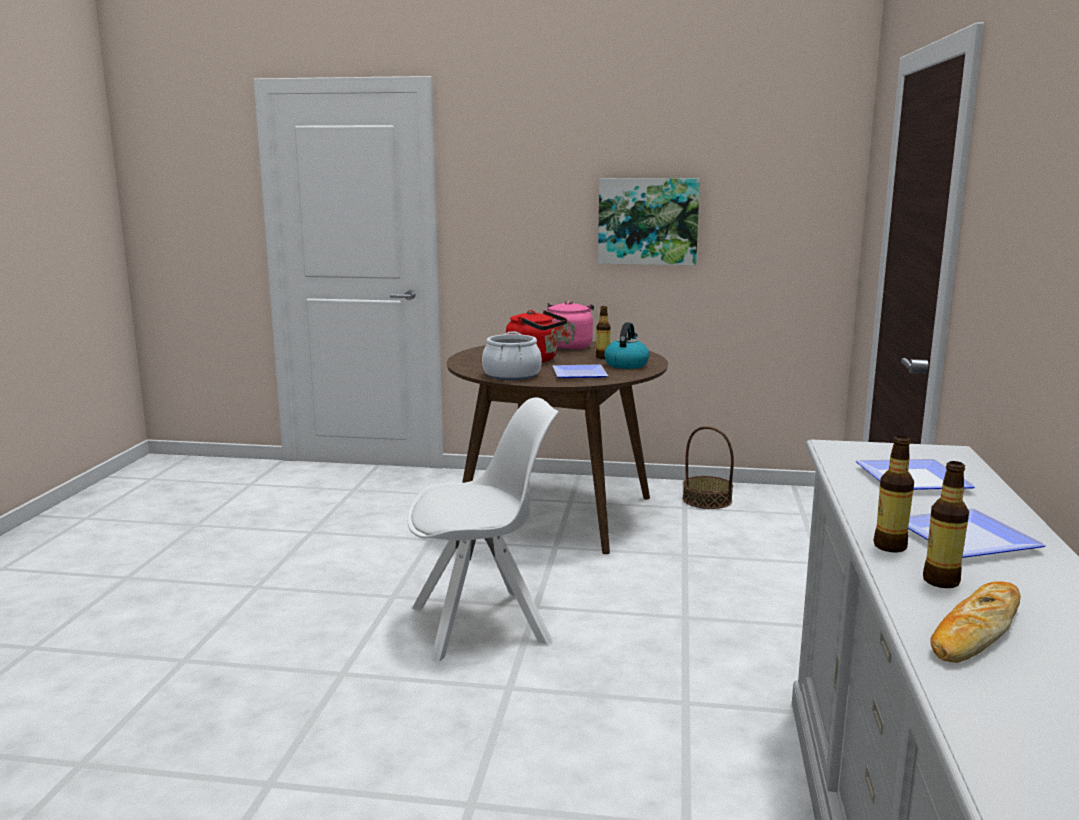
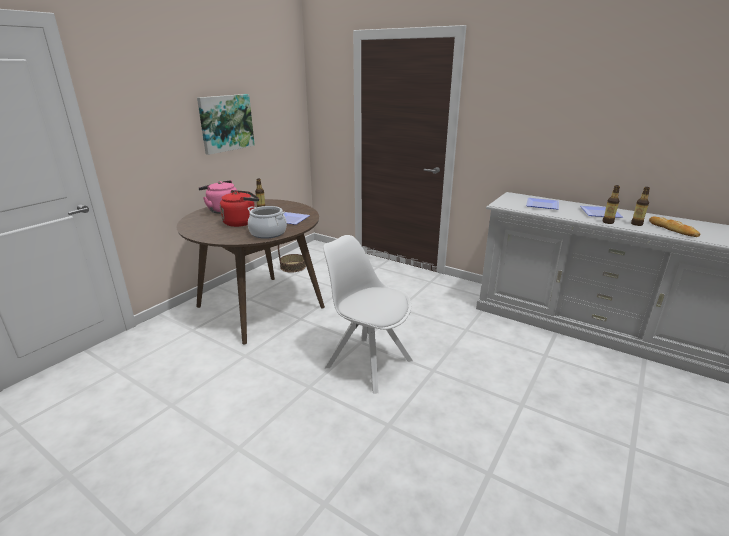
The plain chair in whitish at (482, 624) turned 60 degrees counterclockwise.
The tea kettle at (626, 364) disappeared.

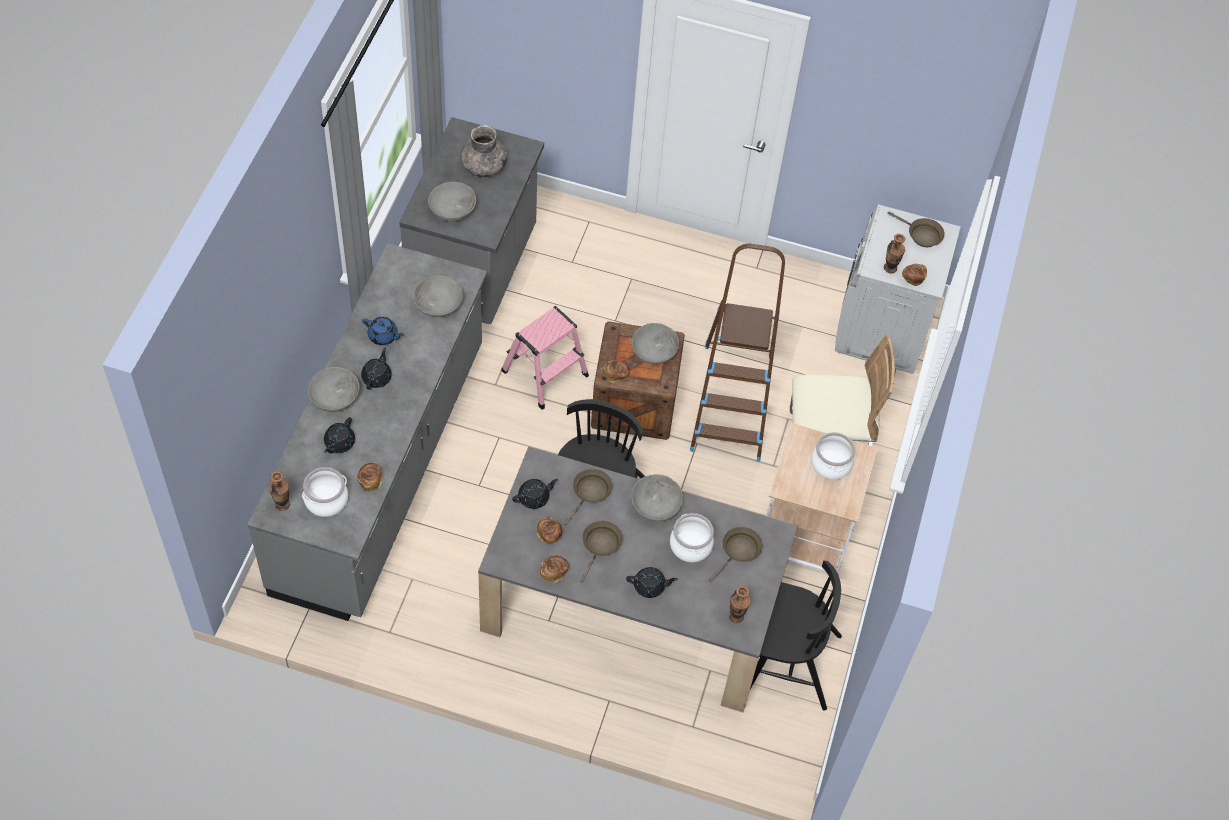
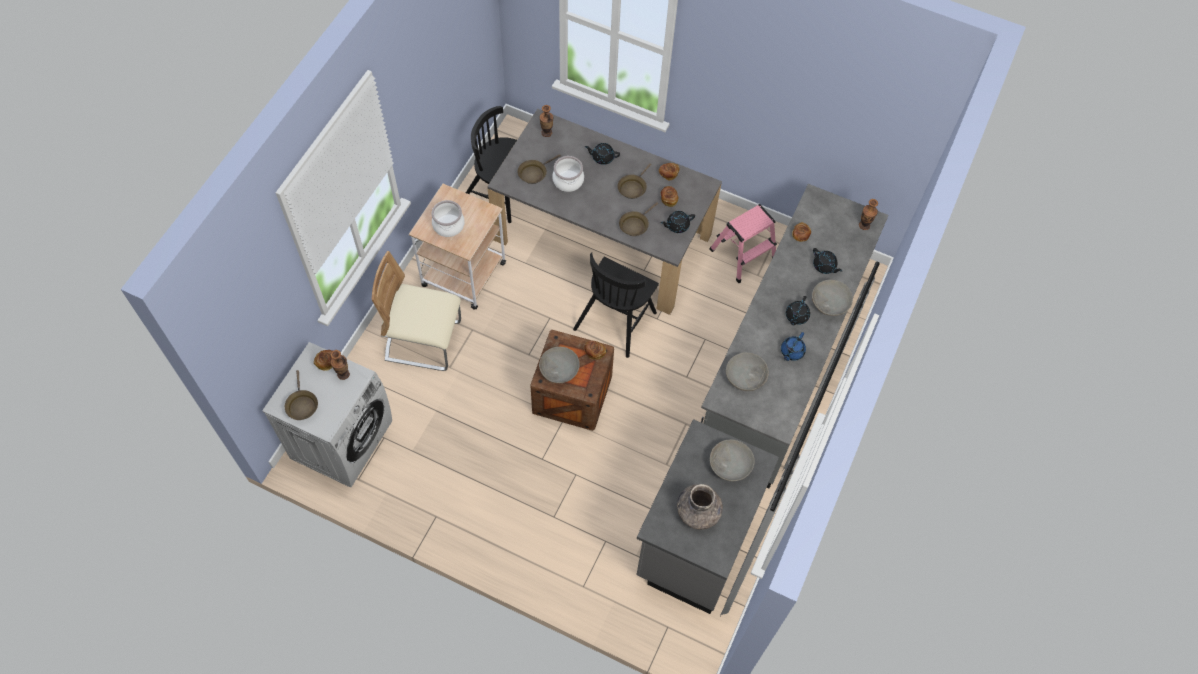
The pan in brown at (921, 235) turned 150 degrees counterclockwise.
The step stool in pink moved from (545, 372) to (742, 254).
The tea pot in blue at (383, 336) turned 90 degrees counterclockwise.
The tea pot in black at (339, 443) turned 105 degrees clockwise.
The saucepot at (326, 499) disappeared.
The serving bowl in gray at (655, 504) disappeared.
The step stool in brown at (732, 402) disappeared.

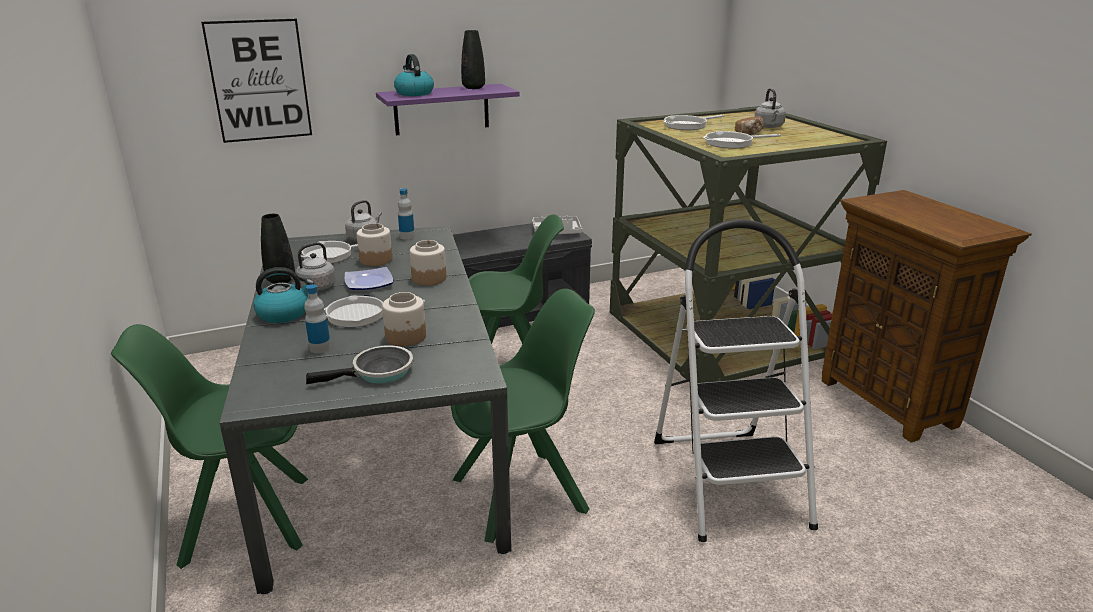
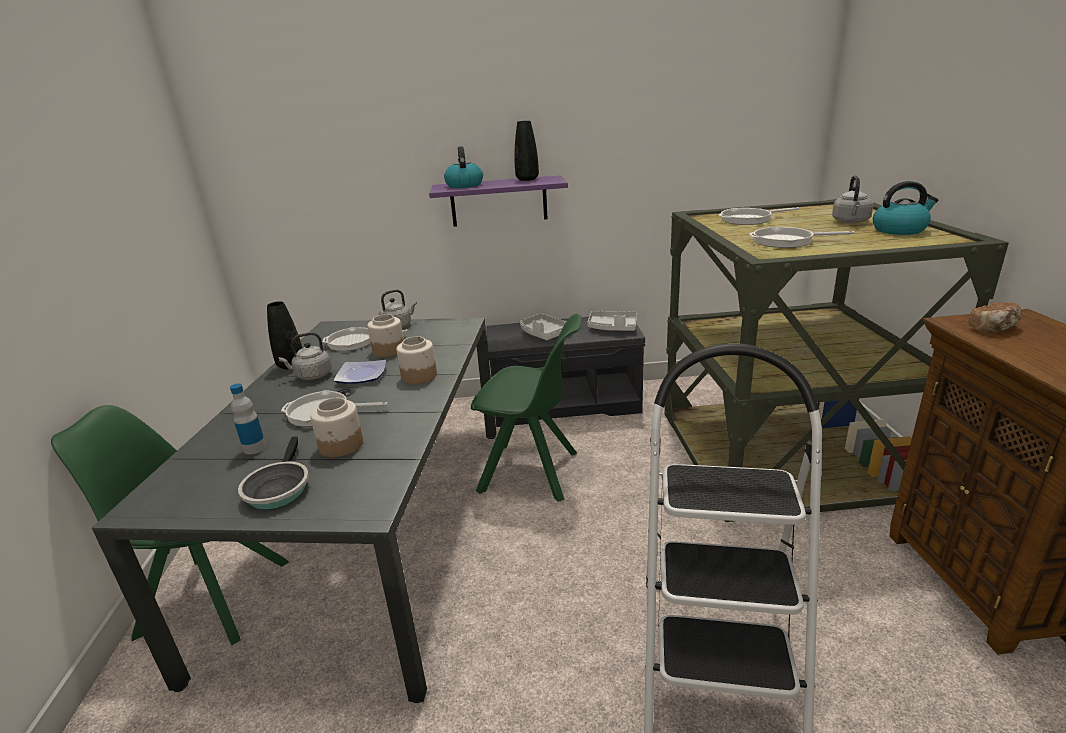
The pan at (378, 373) turned 90 degrees clockwise.
The serving tray in gray at (544, 333) appeared.
The tea kettle moved from (284, 313) to (899, 230).
The bread moved from (749, 133) to (993, 328).
The picture at (259, 81) disappeared.
The bottle at (407, 237) disappeared.
The plain chair in green at (522, 494) disappeared.

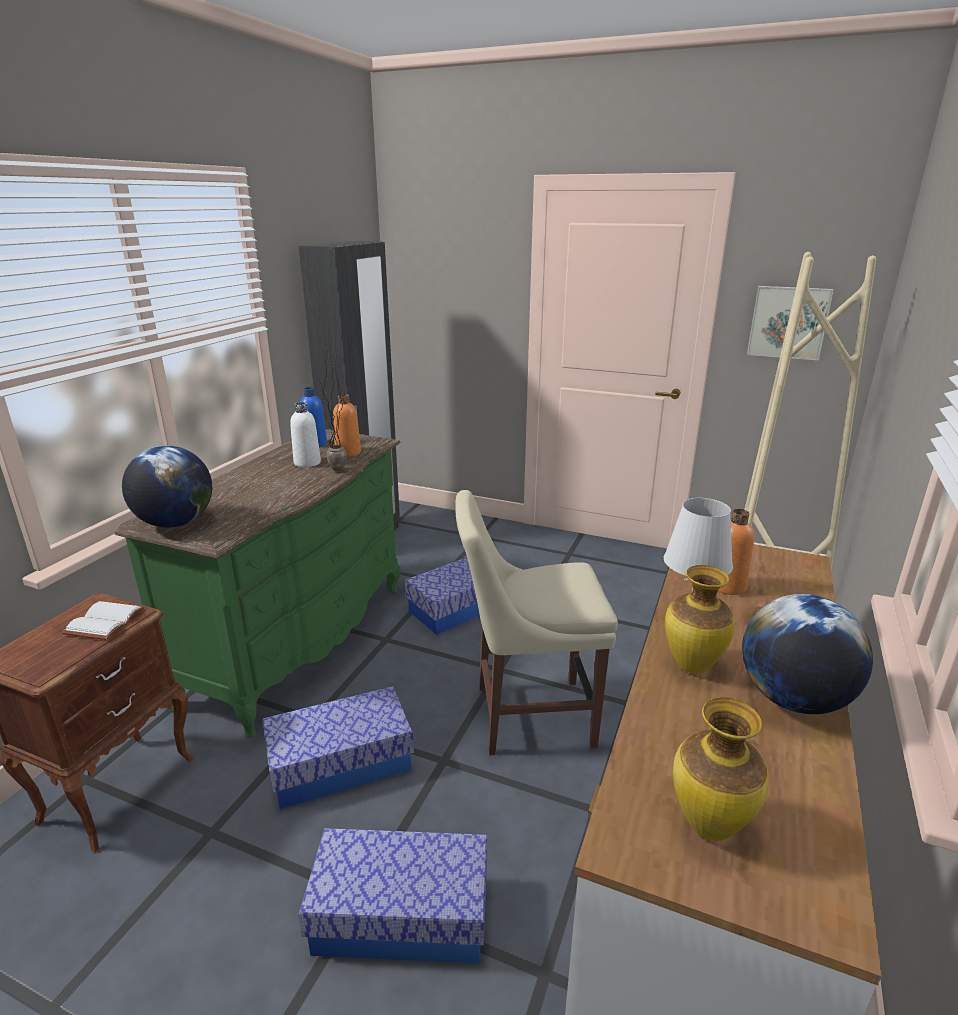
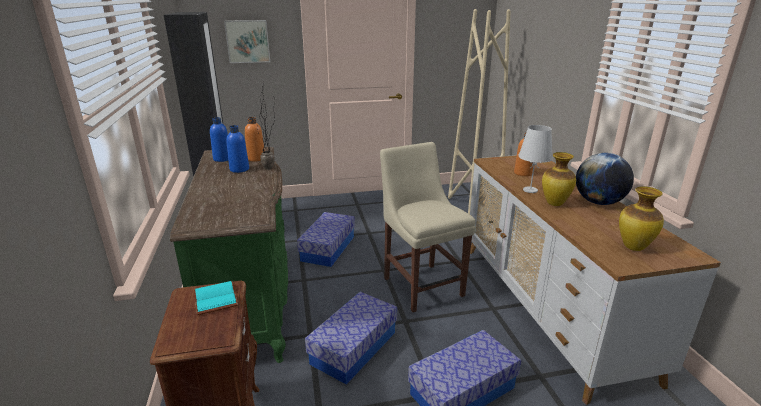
The book in whitish at (104, 621) became the book in blue-green at (214, 298).
The picture moved from (788, 322) to (248, 41).
The bottle in whitish at (307, 463) became the bottle in blue at (239, 169).
The plain chair in beige at (527, 715) turned 105 degrees clockwise.
The desk globe at (175, 523) disappeared.

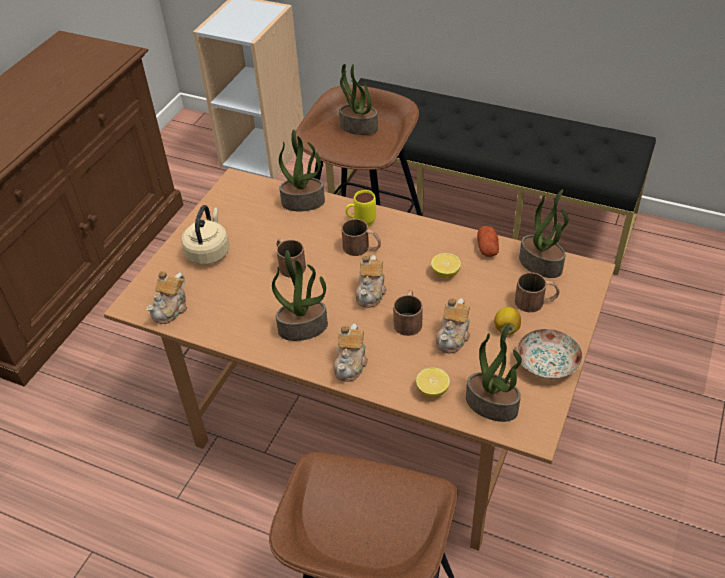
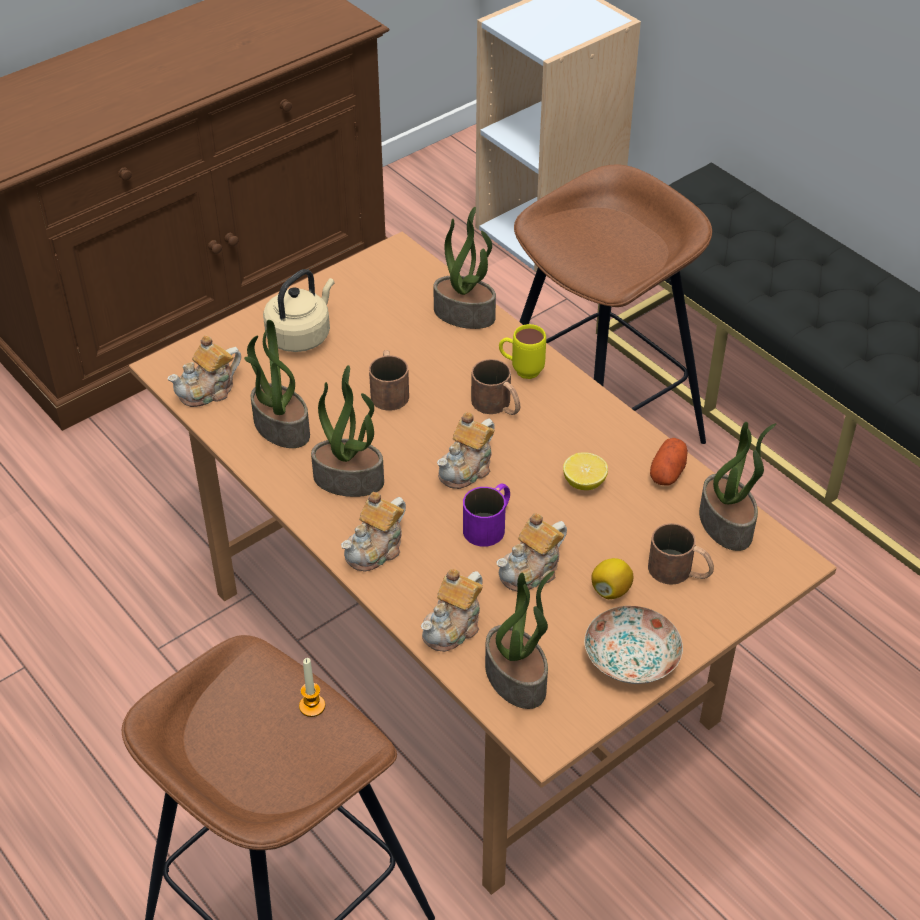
The plant in a pot moved from (358, 127) to (280, 428).
The wax candle at (312, 706) appeared.
The lemon at (432, 390) was replaced by the tea pot at (453, 627).
The coffee mug in brown at (408, 319) became the coffee mug in purplish at (490, 523).

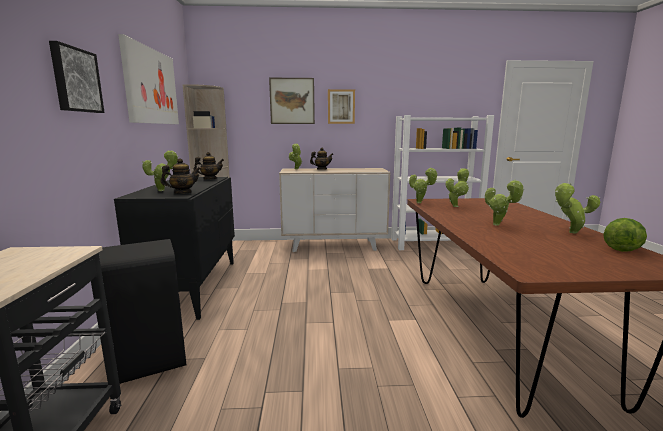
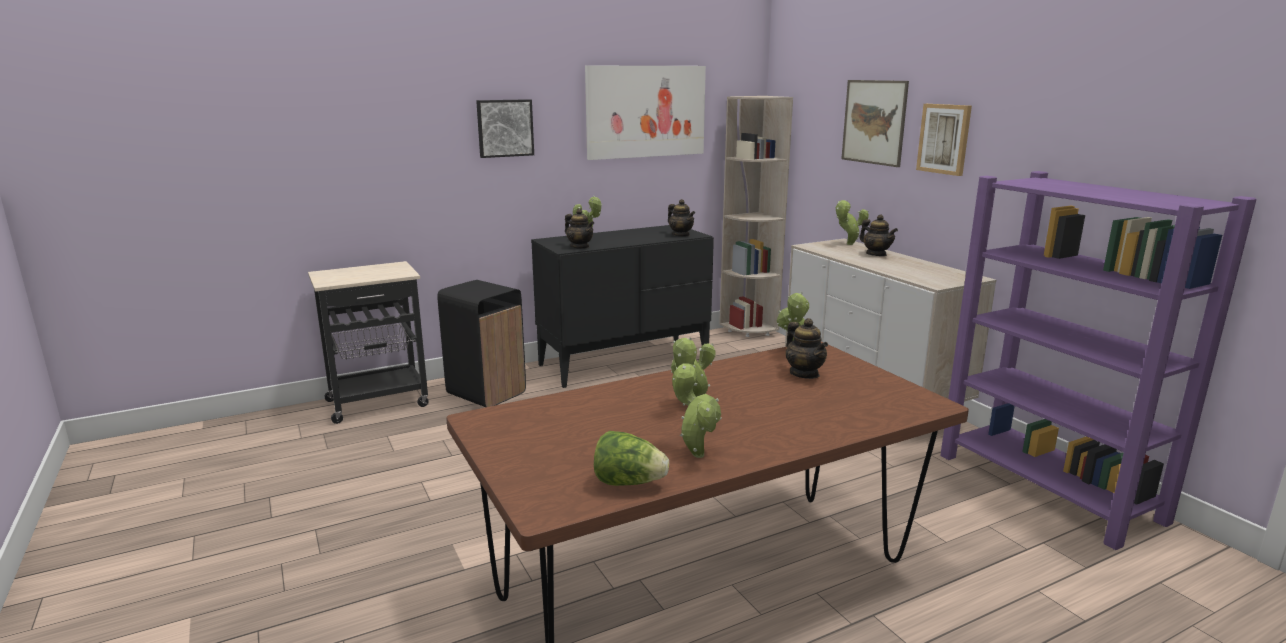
The plant in a pot at (456, 206) was replaced by the tea pot at (804, 374).
The bookcase in whitish at (434, 244) became the bookcase in purplish at (1047, 487).

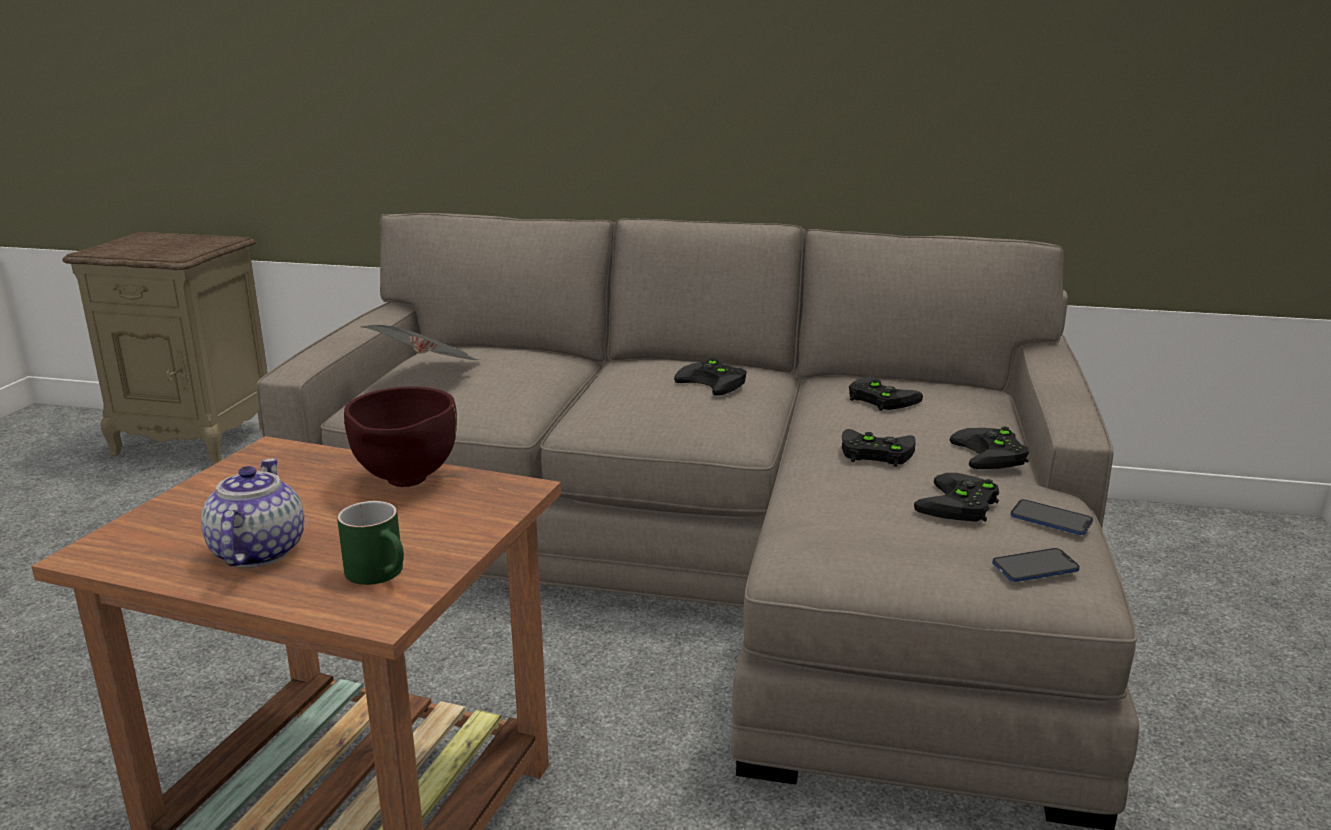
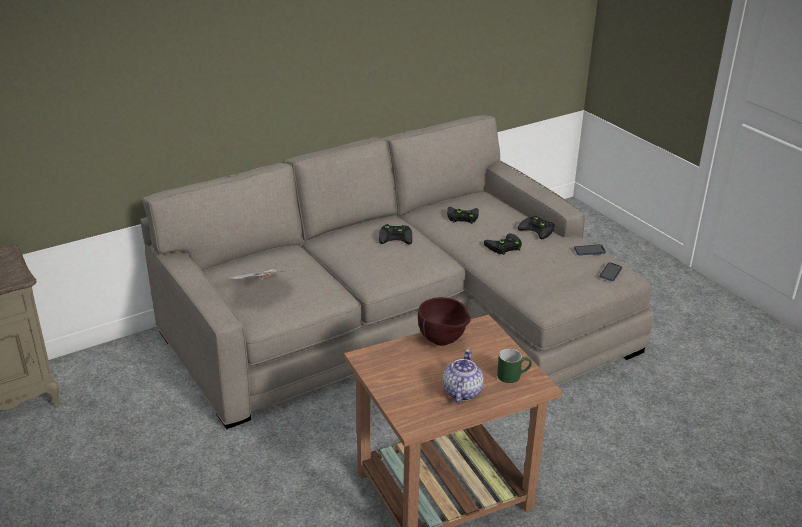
The tea pot at (257, 552) turned 60 degrees clockwise.
The joypad in black at (960, 506) disappeared.

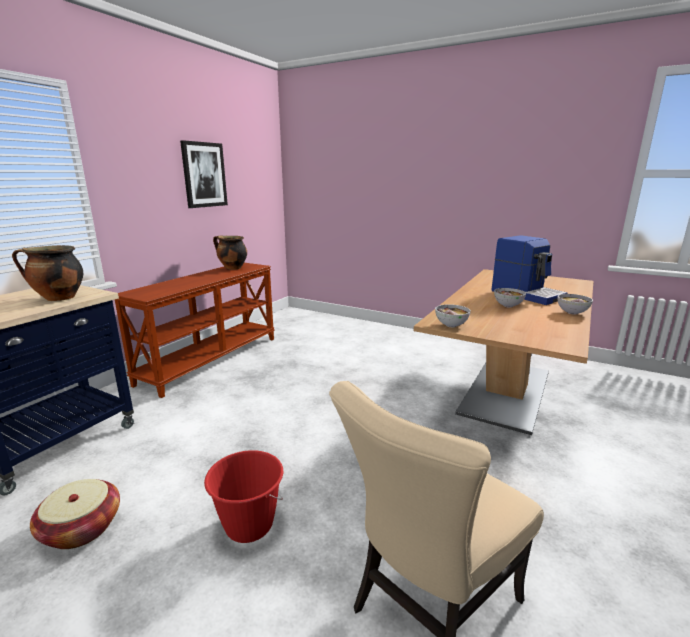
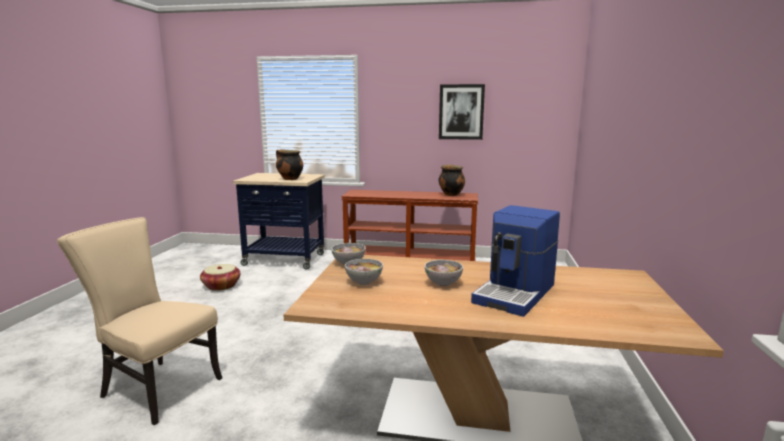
The serving bowl moved from (571, 313) to (364, 282).
The pail in red-coloured at (249, 525) disappeared.

